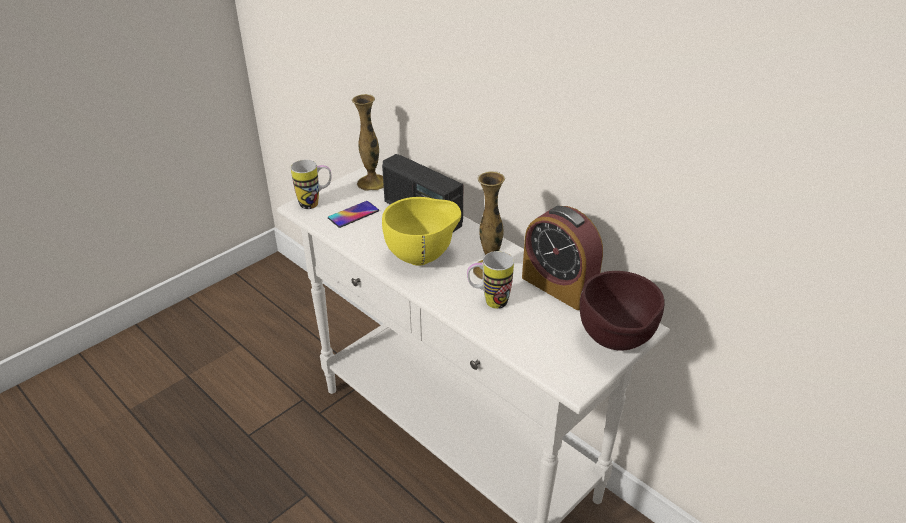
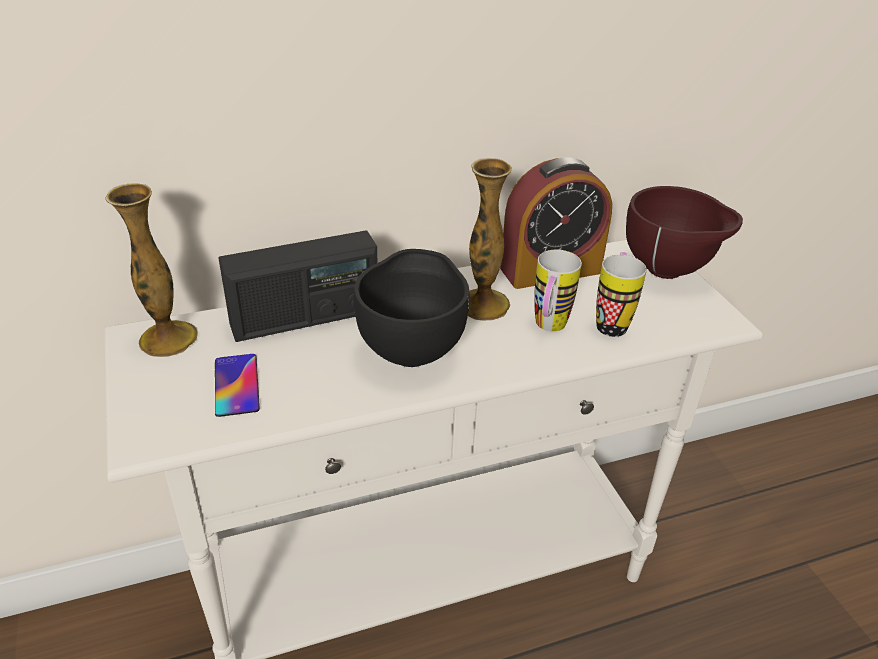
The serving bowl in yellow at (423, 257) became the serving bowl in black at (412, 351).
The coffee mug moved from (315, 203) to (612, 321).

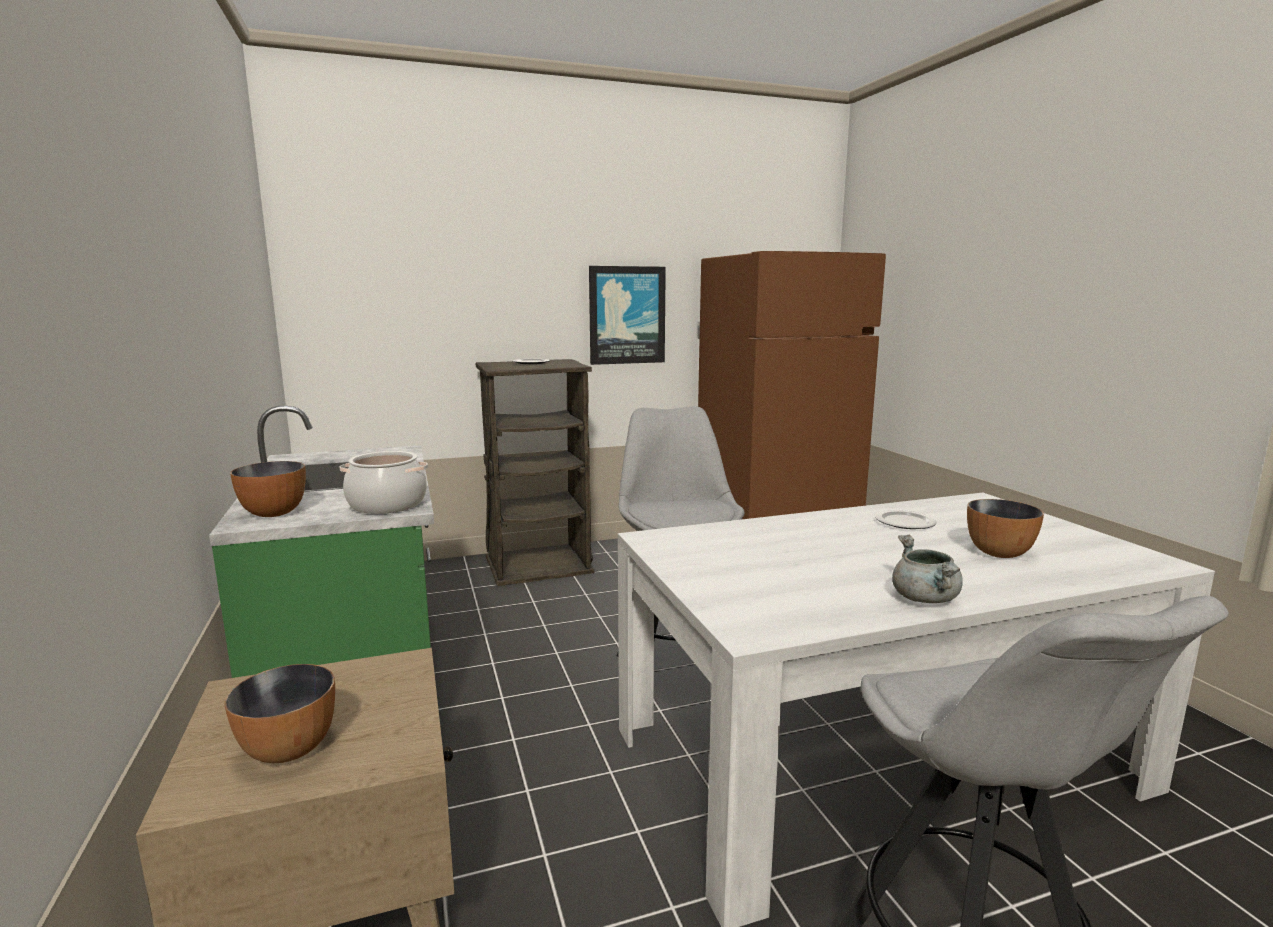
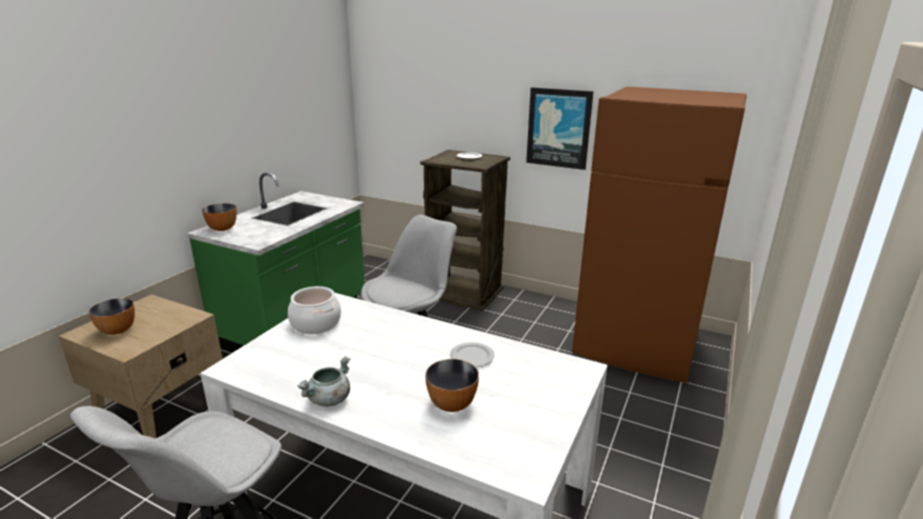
The saucepot moved from (386, 505) to (315, 324).

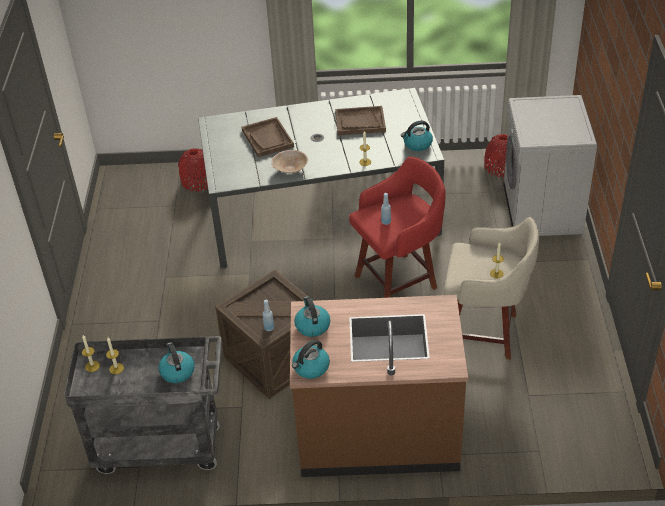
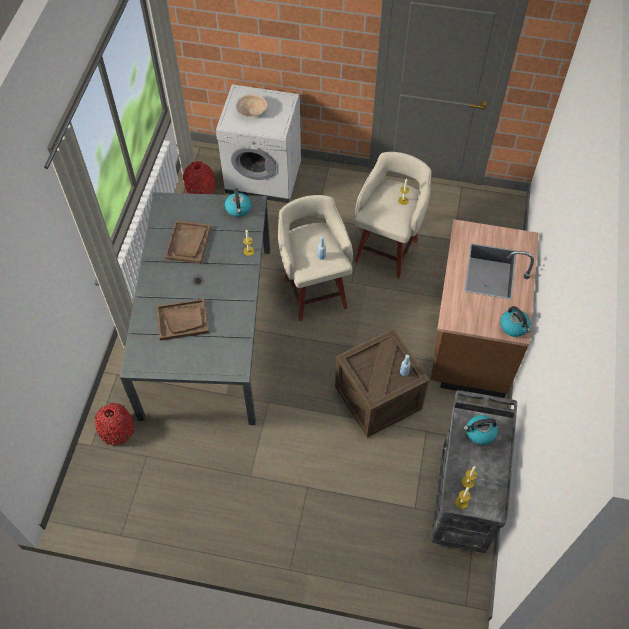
The serving bowl in beige moved from (290, 168) to (251, 111).
The stool seat in red-coloured at (399, 281) became the stool seat in beige at (314, 291).
The tea kettle at (312, 325) disappeared.

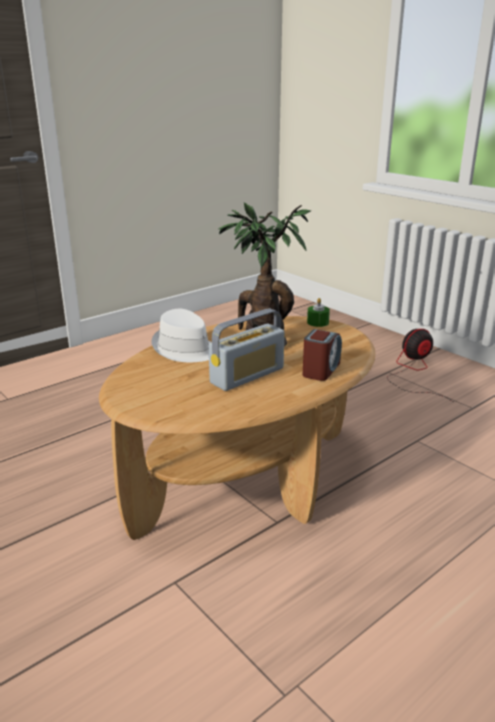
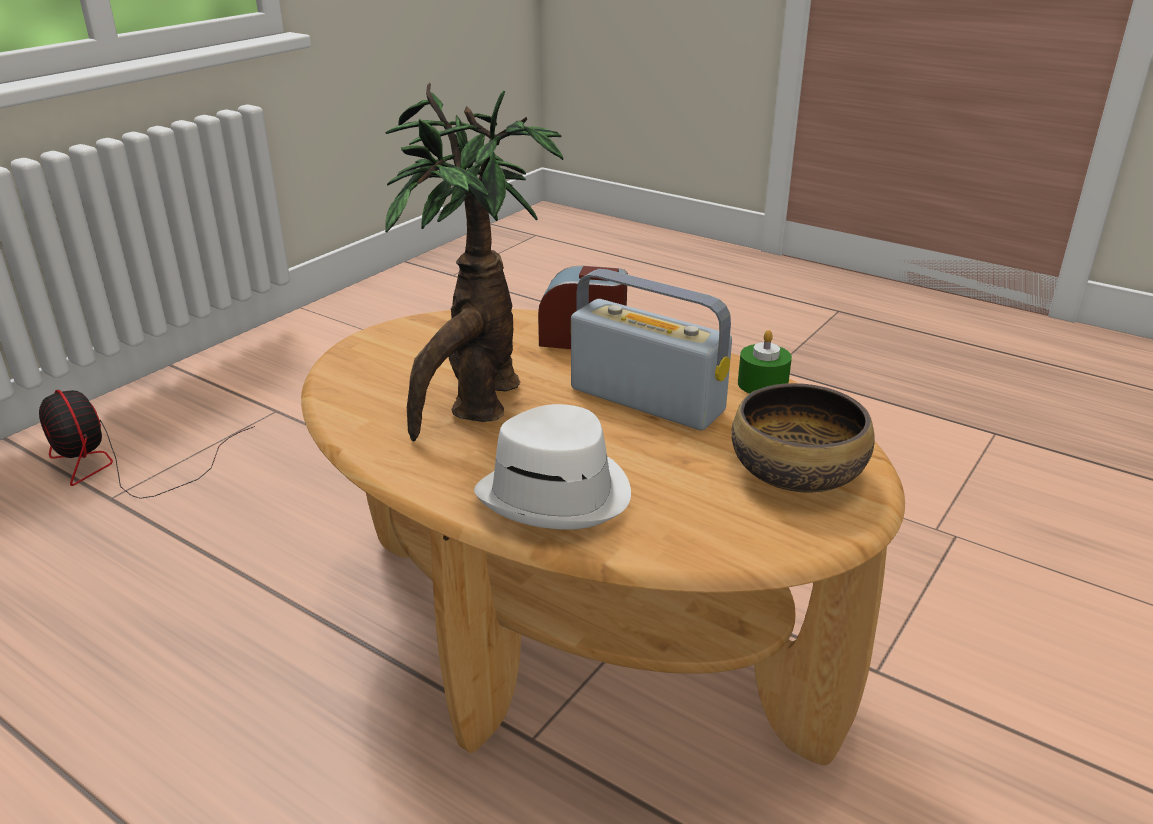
The serving bowl at (797, 473) appeared.
The wax candle in green moved from (317, 322) to (762, 384).

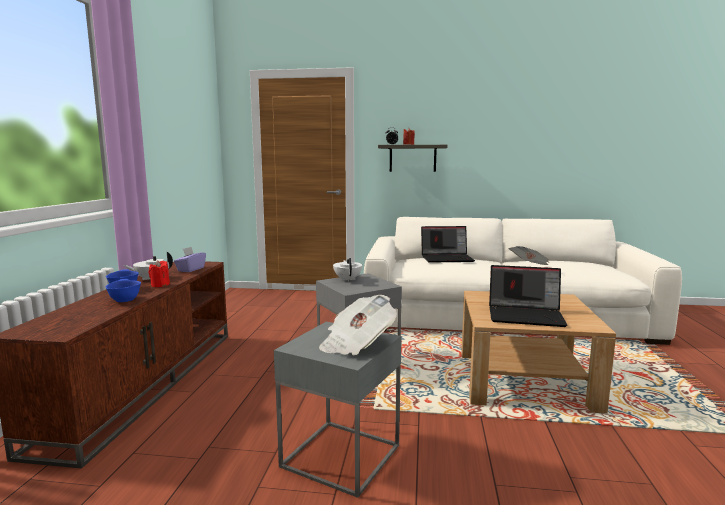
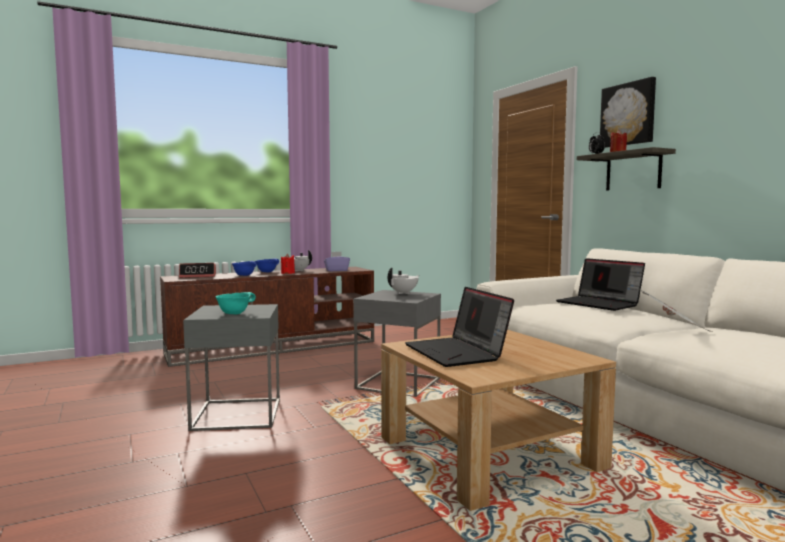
The alarm clock at (198, 276) appeared.
The printed paper at (356, 344) was replaced by the serving bowl in blue-green at (234, 313).
The picture at (628, 114) appeared.

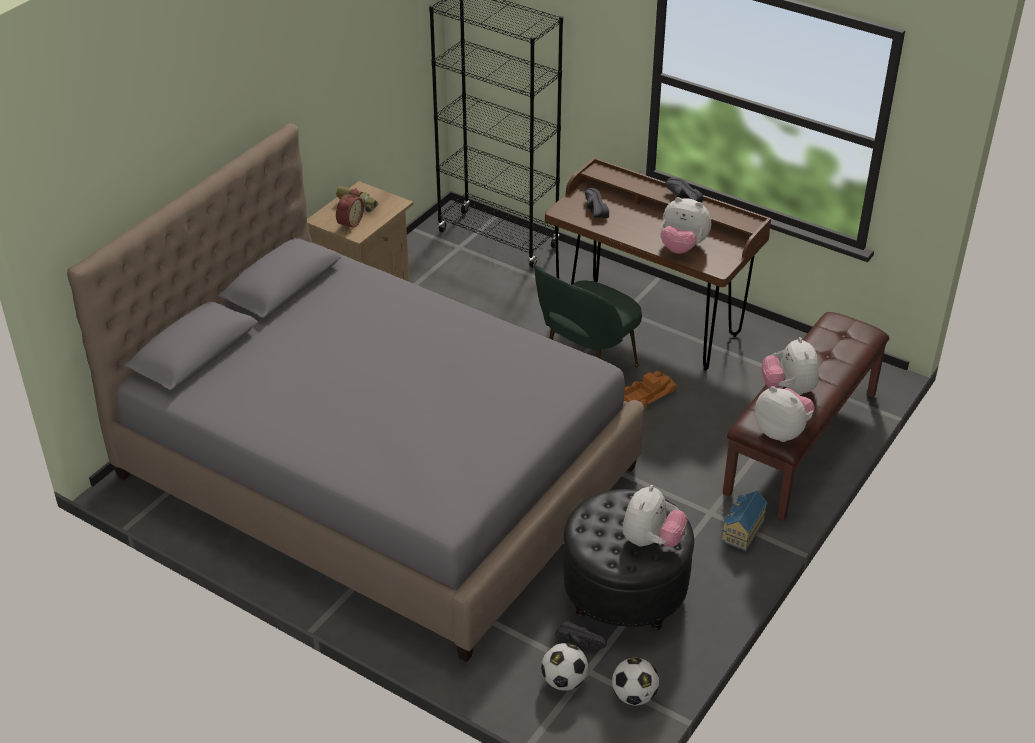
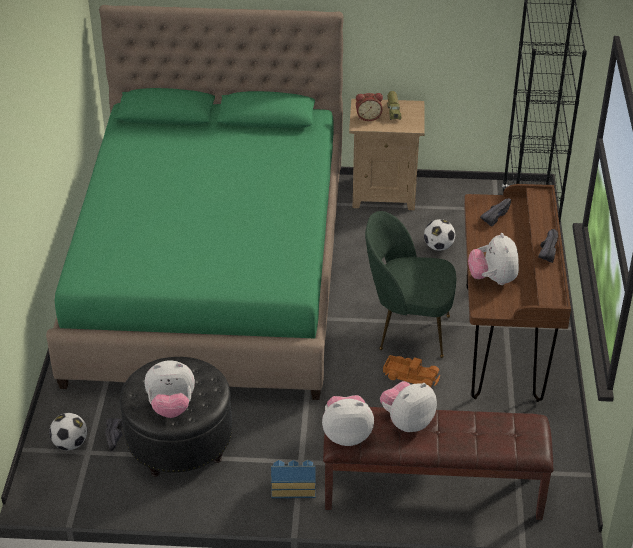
The sleeping bed in gray at (376, 471) became the sleeping bed in green at (212, 273).
The soft toy at (782, 431) turned 105 degrees counterclockwise.
The football ball moved from (634, 696) to (438, 247).

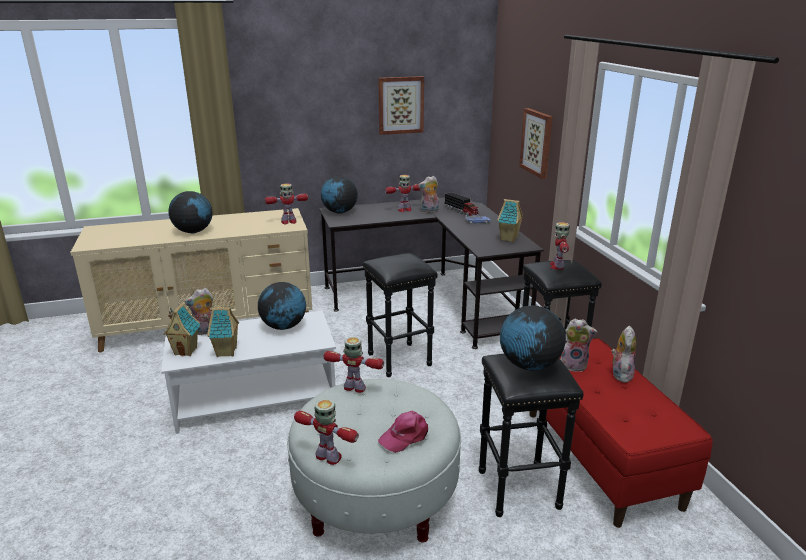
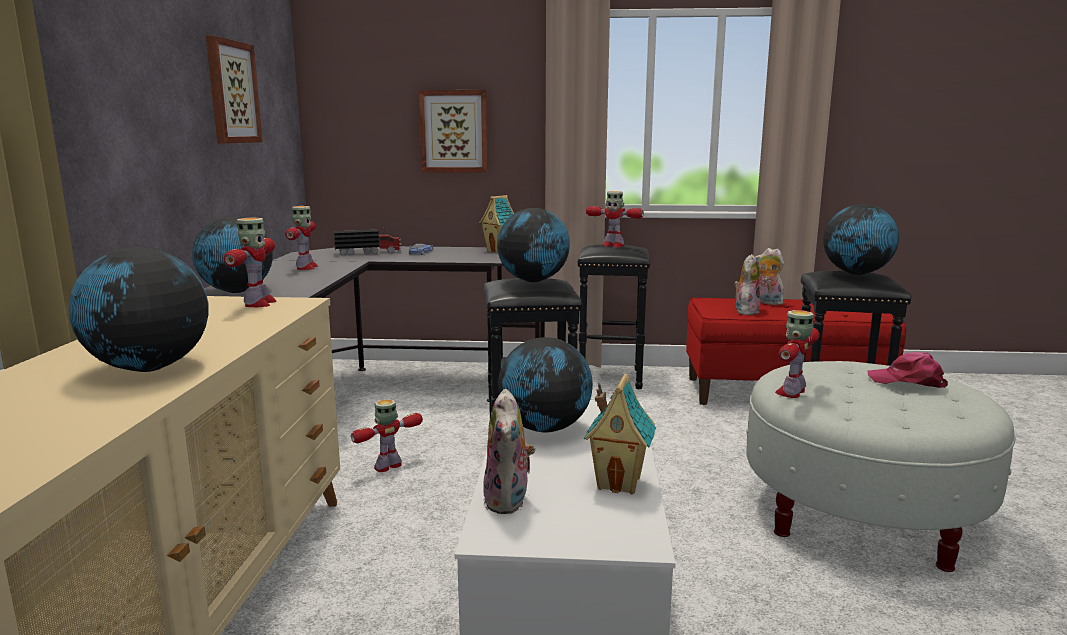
The robot figure moved from (329, 457) to (388, 466).
The desk globe at (533, 280) appeared.
The cap in pink at (405, 436) turned 135 degrees clockwise.
The model house at (186, 351) disappeared.
The soft toy at (429, 211) disappeared.

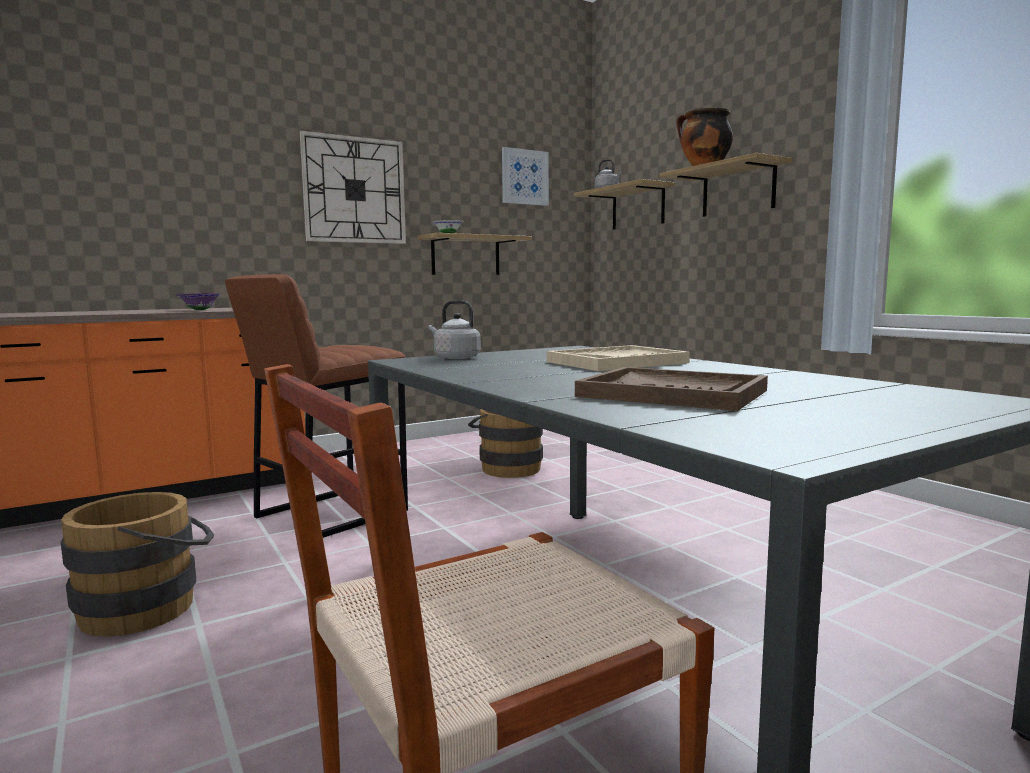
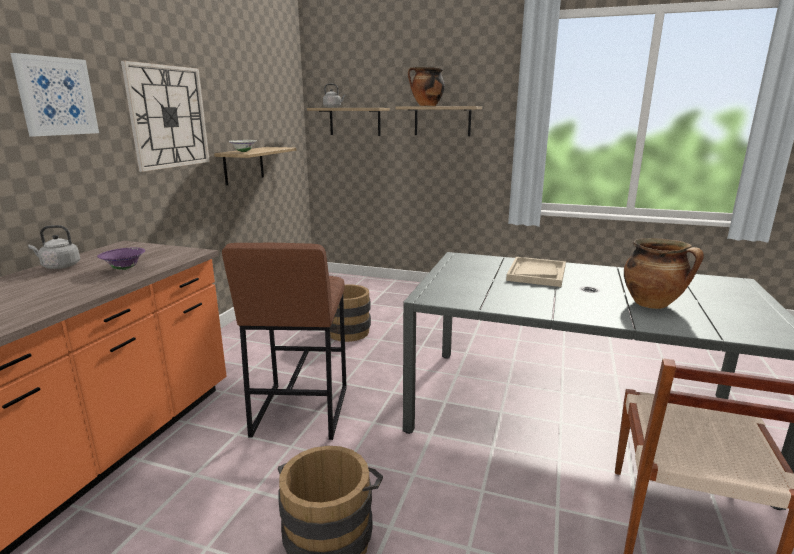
The picture moved from (524, 177) to (56, 96).
The tea kettle in gray moved from (455, 357) to (59, 266).
The serving tray in brown at (673, 393) was replaced by the saucepot at (653, 304).

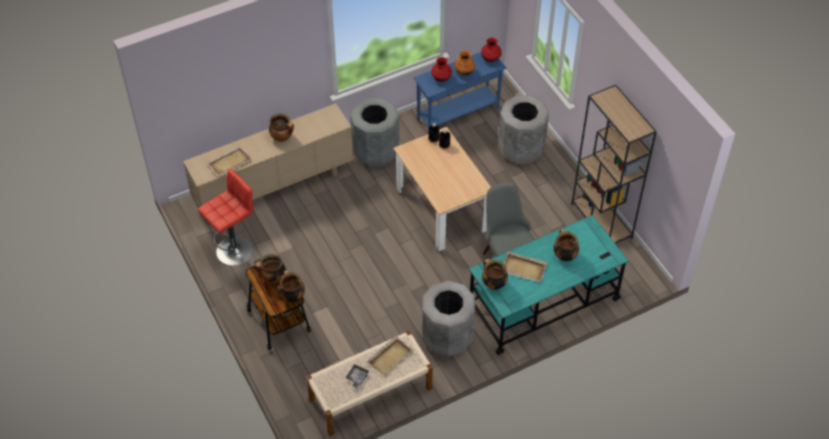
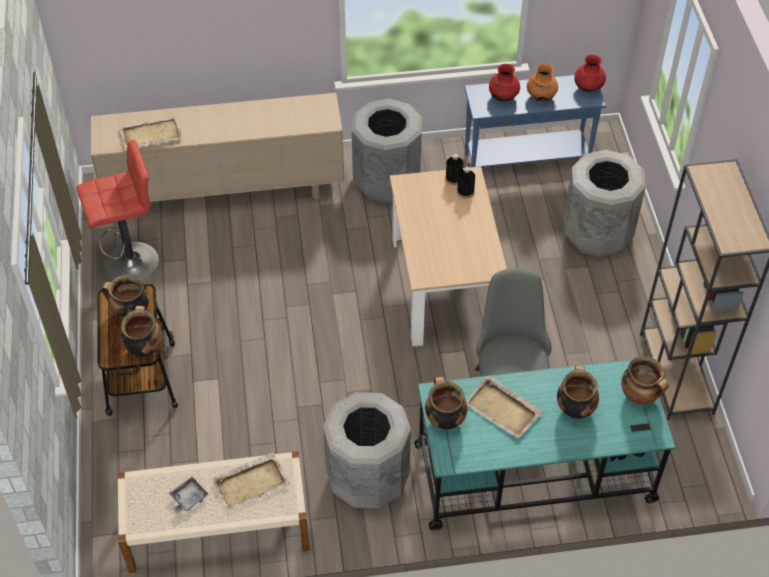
The saucepot moved from (282, 137) to (640, 396).

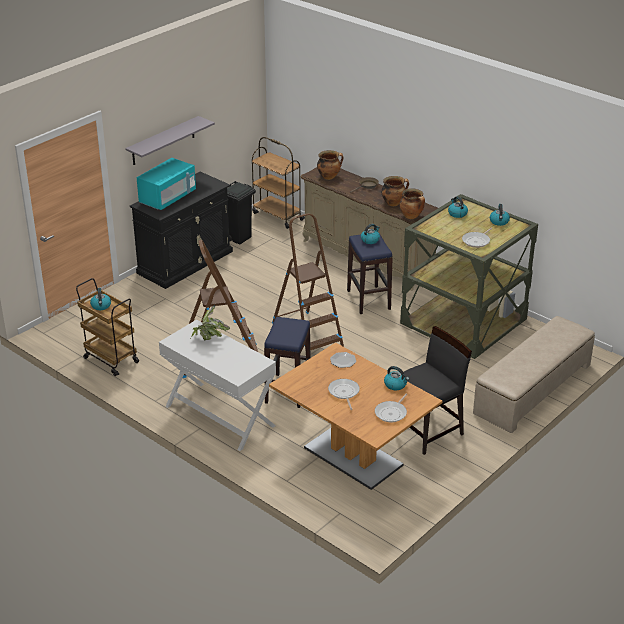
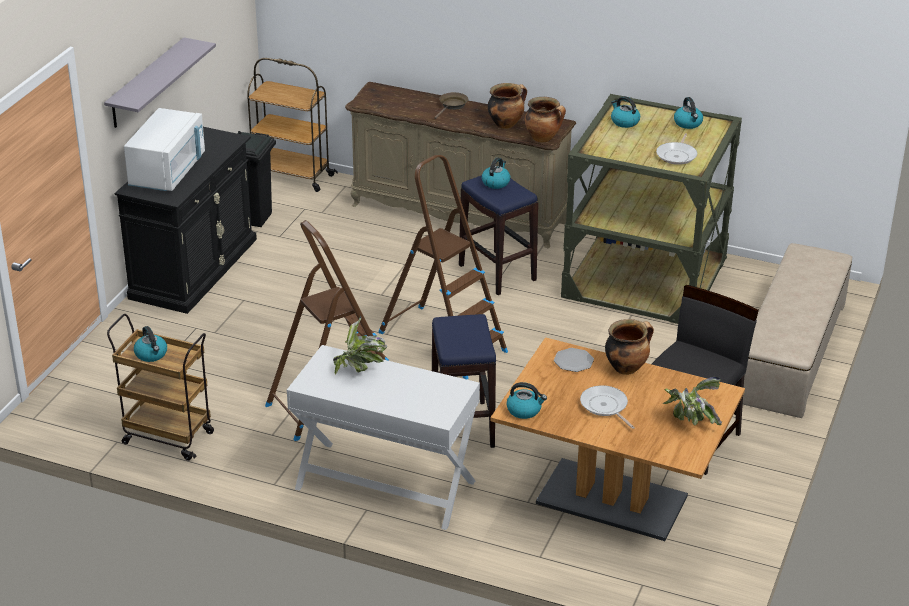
The kitchen microwave in blue-green at (168, 198) became the kitchen microwave in whitish at (168, 172).
The tea kettle moved from (395, 385) to (524, 410).
The saucepot moved from (329, 177) to (626, 367).
The pan at (391, 413) was replaced by the plant in a pot at (689, 420).

